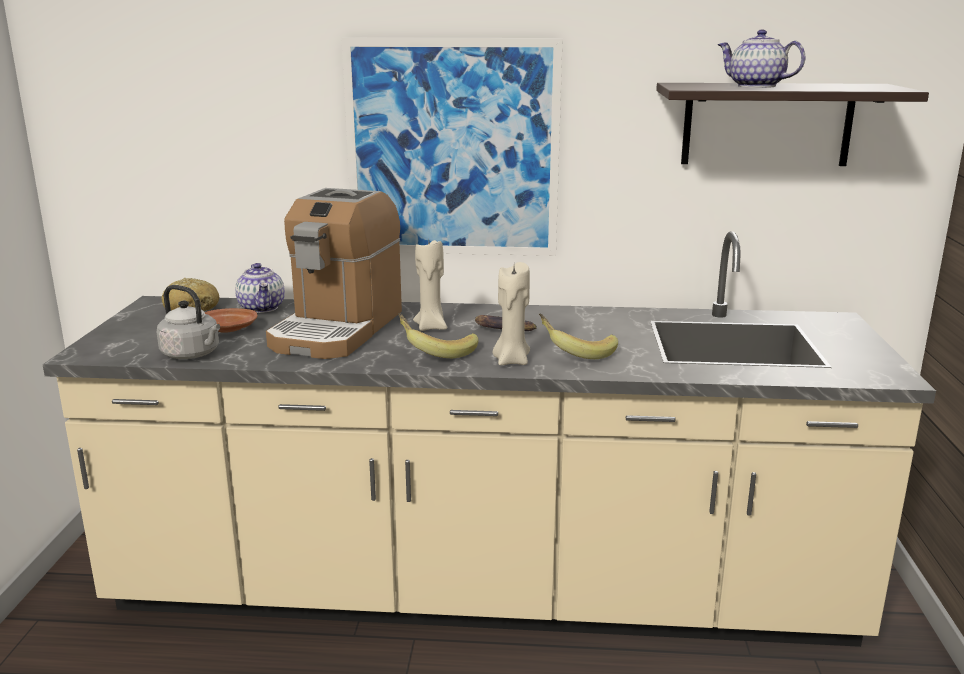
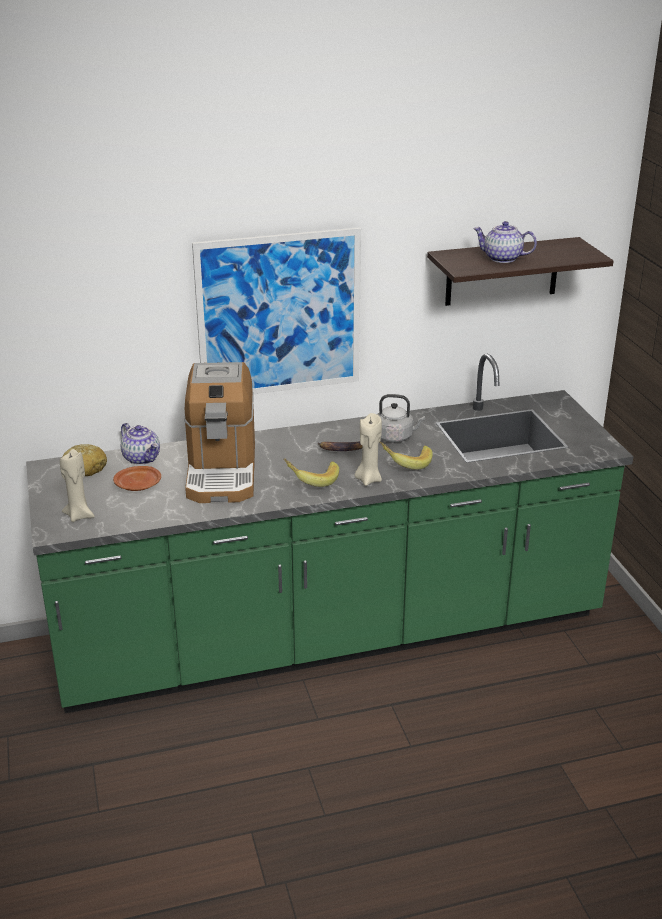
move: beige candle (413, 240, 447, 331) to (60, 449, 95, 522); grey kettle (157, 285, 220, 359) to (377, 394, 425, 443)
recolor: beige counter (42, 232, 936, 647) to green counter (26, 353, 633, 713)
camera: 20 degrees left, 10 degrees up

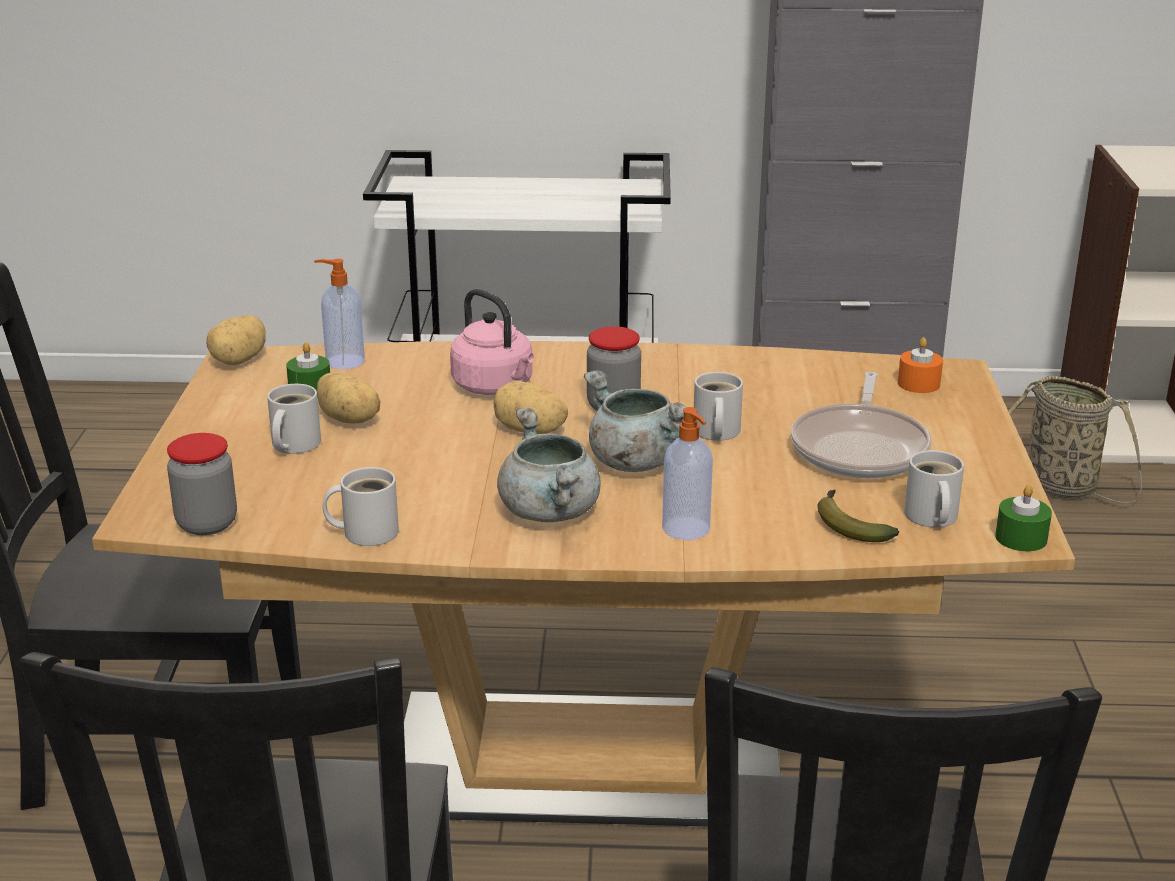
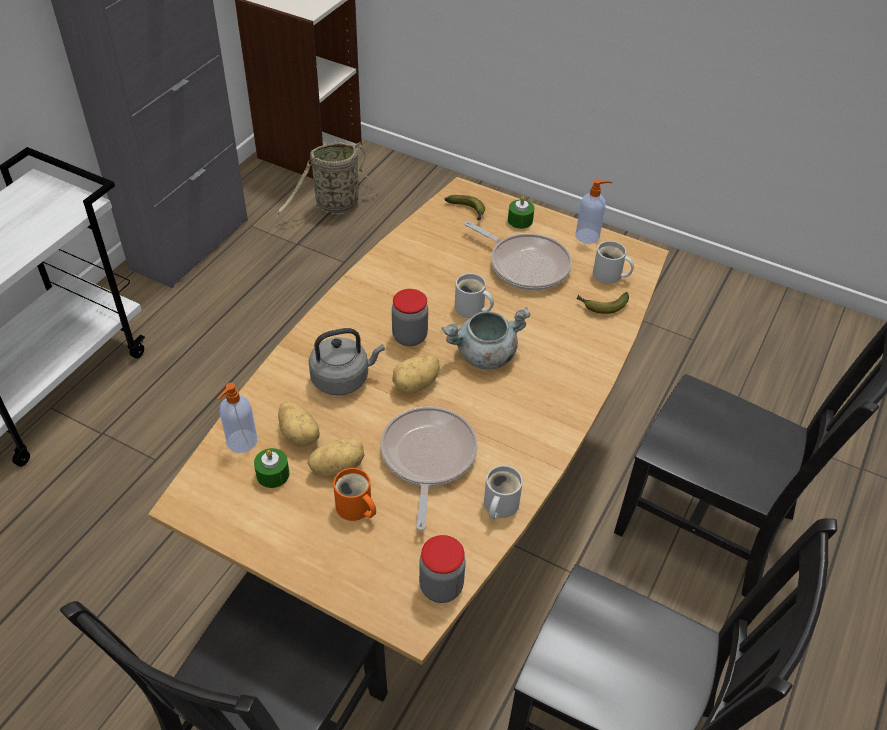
delete: grey cooking pot (497, 408, 601, 522)
insert: frying pan (381, 406, 478, 531)
move: potato (206, 315, 266, 365) to (278, 401, 320, 446); soap dispenser (662, 407, 713, 540) to (575, 179, 612, 244); green candle (995, 485, 1052, 552) to (508, 196, 534, 229)
replace: orange candle (898, 337, 943, 393) to banana (445, 195, 485, 220)
recolor: pink kettle (450, 289, 534, 395) to grey kettle (309, 328, 385, 395); white mug (267, 384, 321, 454) to orange mug (333, 468, 376, 521)
camera: 65 degrees left, 20 degrees up

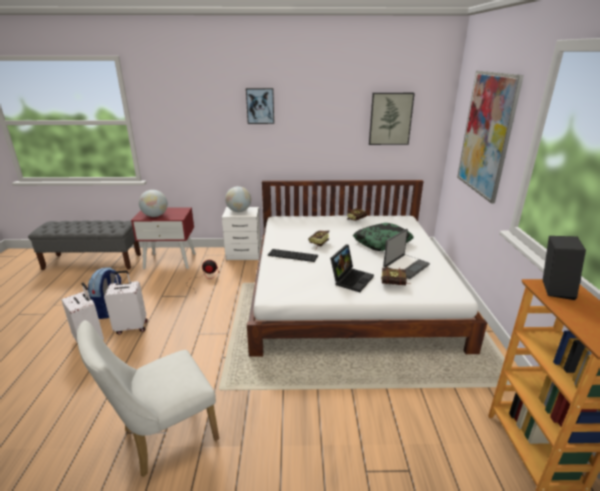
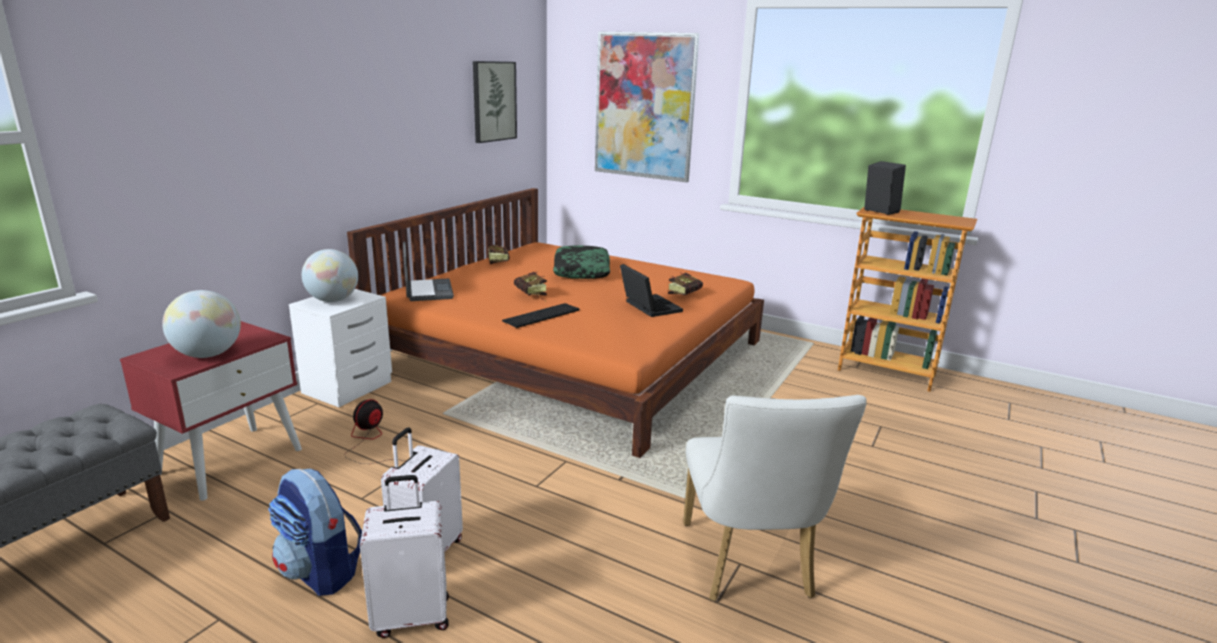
delete: picture (246, 88, 274, 124)
move: laptop (383, 229, 430, 279) to (403, 242, 454, 301)
recolor: white bed (247, 180, 487, 357) to orange bed (347, 188, 764, 458)
camera: 60 degrees left, 5 degrees down

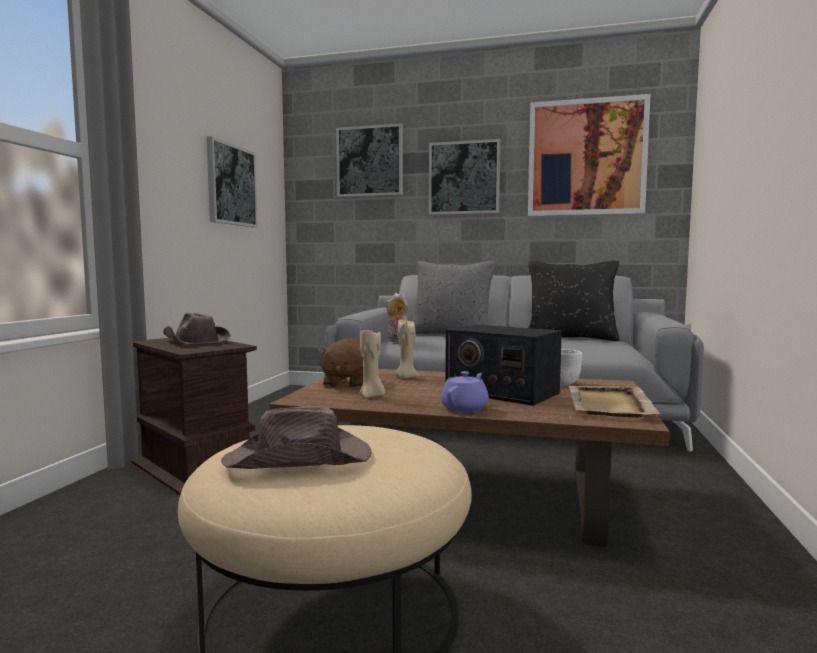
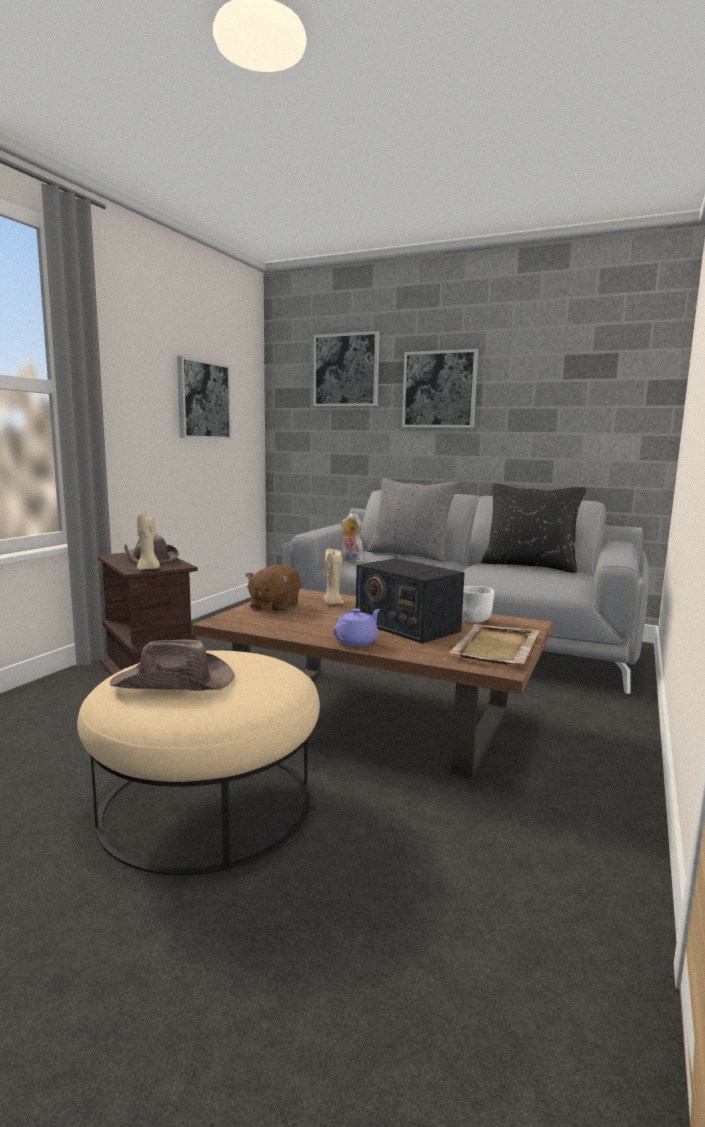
delete: picture (528, 94, 651, 216)
move: beige candle (359, 327, 385, 398) to (137, 514, 160, 570)
camera: 10 degrees right, 5 degrees up

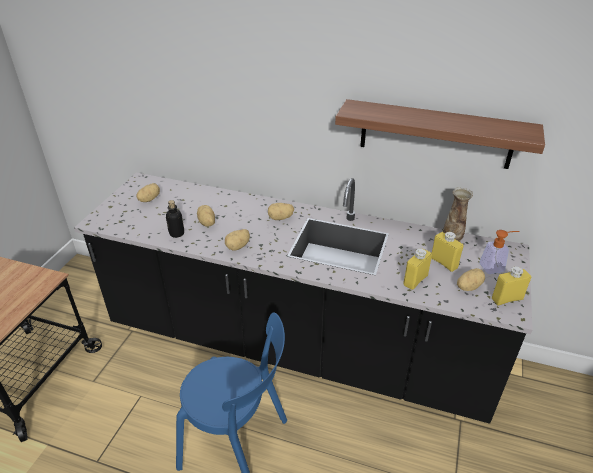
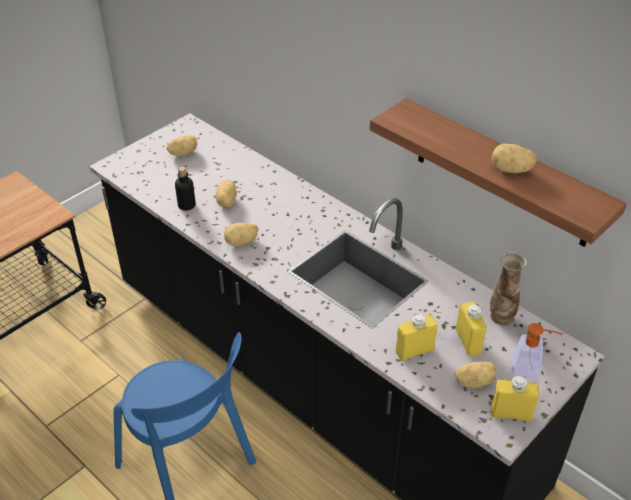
move: potato (268, 203, 294, 220) to (491, 144, 537, 173)
camera: 25 degrees right, 5 degrees up

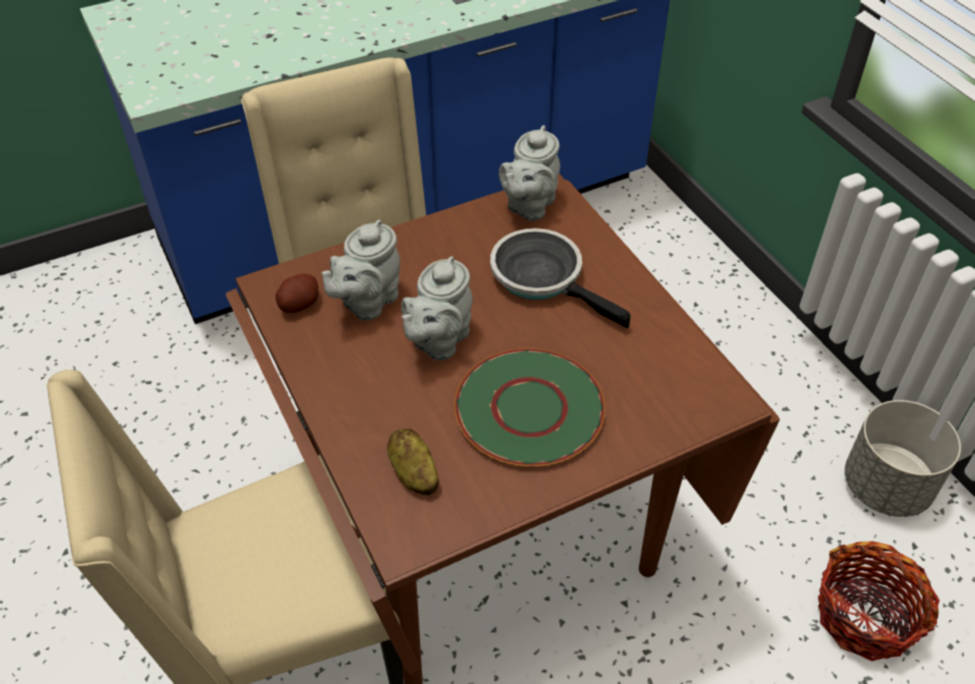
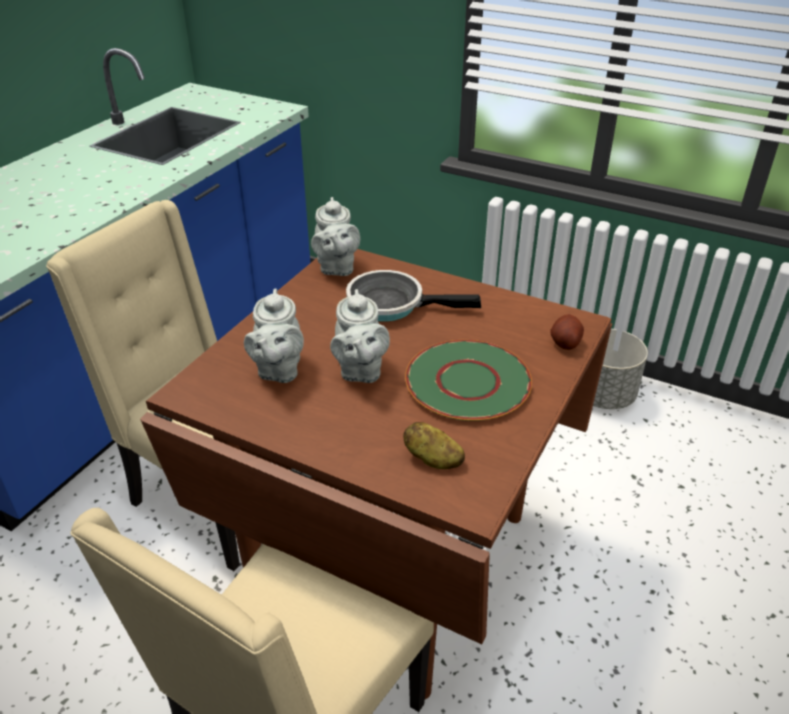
delete: basket (818, 541, 940, 661)
move: potato (276, 274, 318, 313) to (551, 314, 584, 350)
camera: 35 degrees left, 10 degrees down

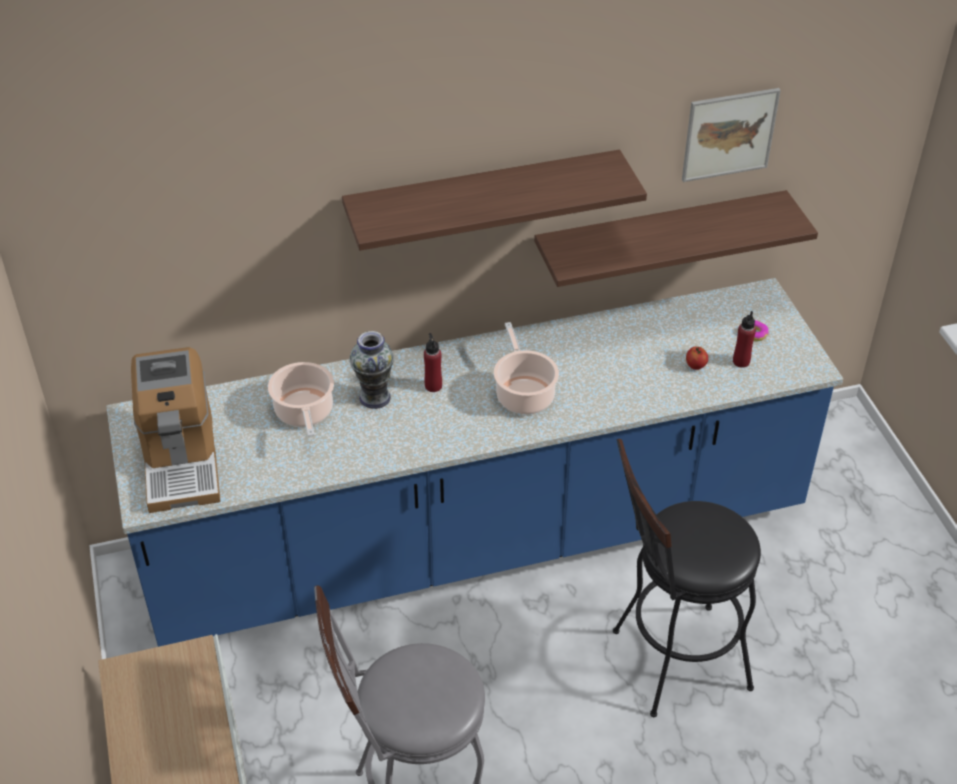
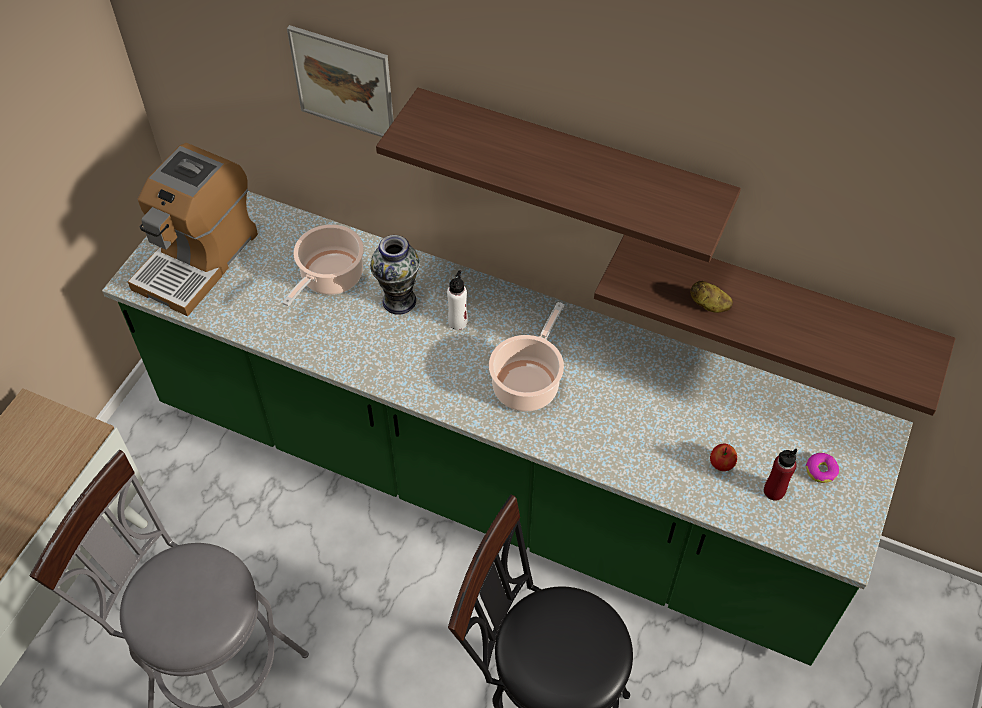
insert: potato (690, 281, 733, 313)
move: picture (682, 88, 781, 182) to (287, 25, 394, 137)
recolor: blue counter (106, 278, 843, 647) to green counter (102, 191, 913, 666); red bottle (424, 333, 442, 392) to white bottle (447, 270, 468, 330)
camera: 40 degrees right, 10 degrees up

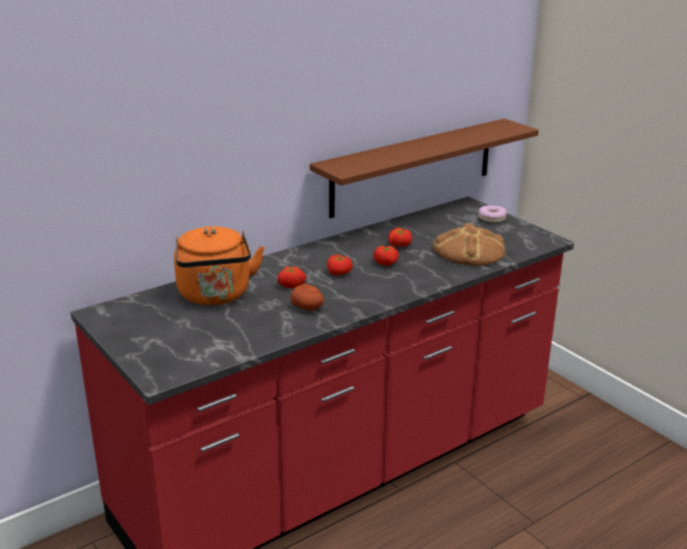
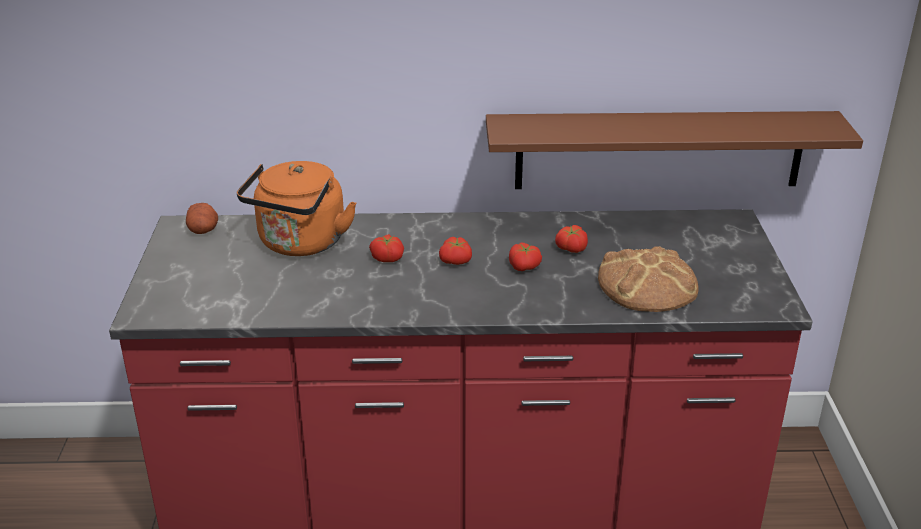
delete: donut (478, 205, 507, 223)
move: potato (290, 284, 324, 311) to (186, 203, 218, 234)
camera: 35 degrees right, 5 degrees up

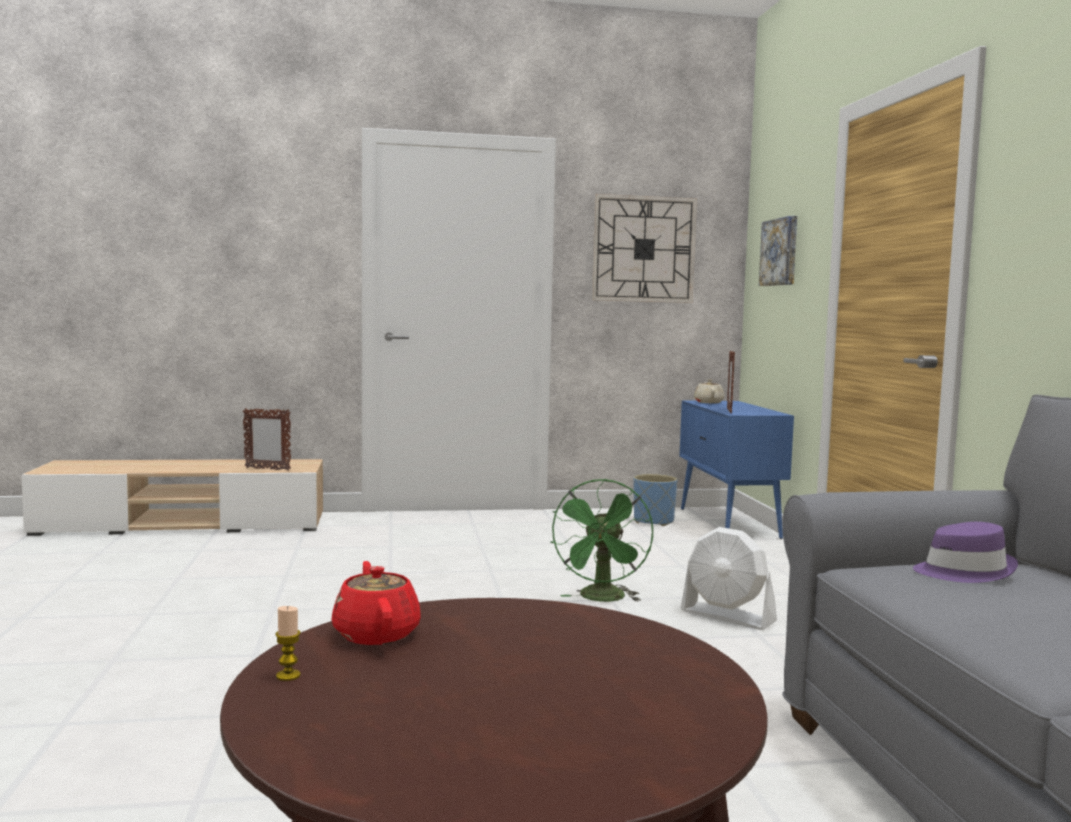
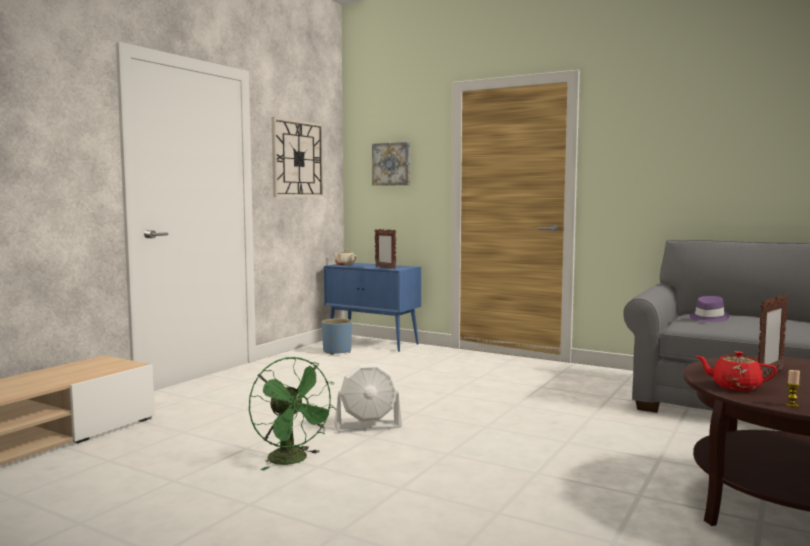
move: picture frame (243, 408, 291, 471) to (758, 294, 788, 377); green fan (550, 479, 653, 602) to (249, 357, 337, 470); white fan (681, 527, 777, 630) to (334, 363, 402, 433)
camera: 50 degrees left, 0 degrees up

